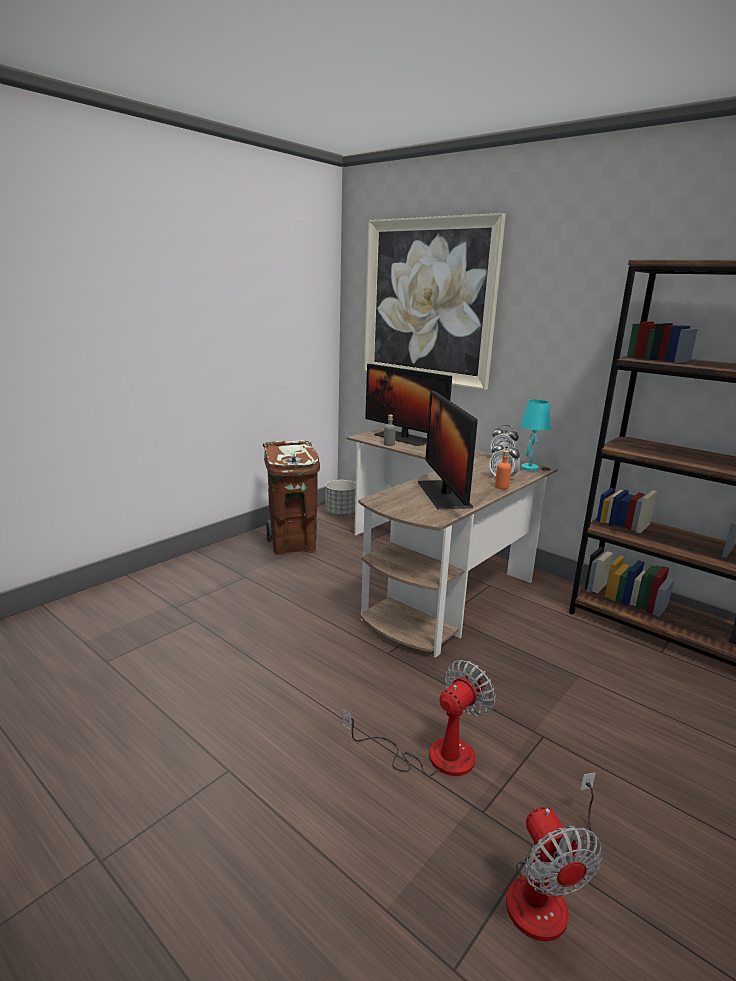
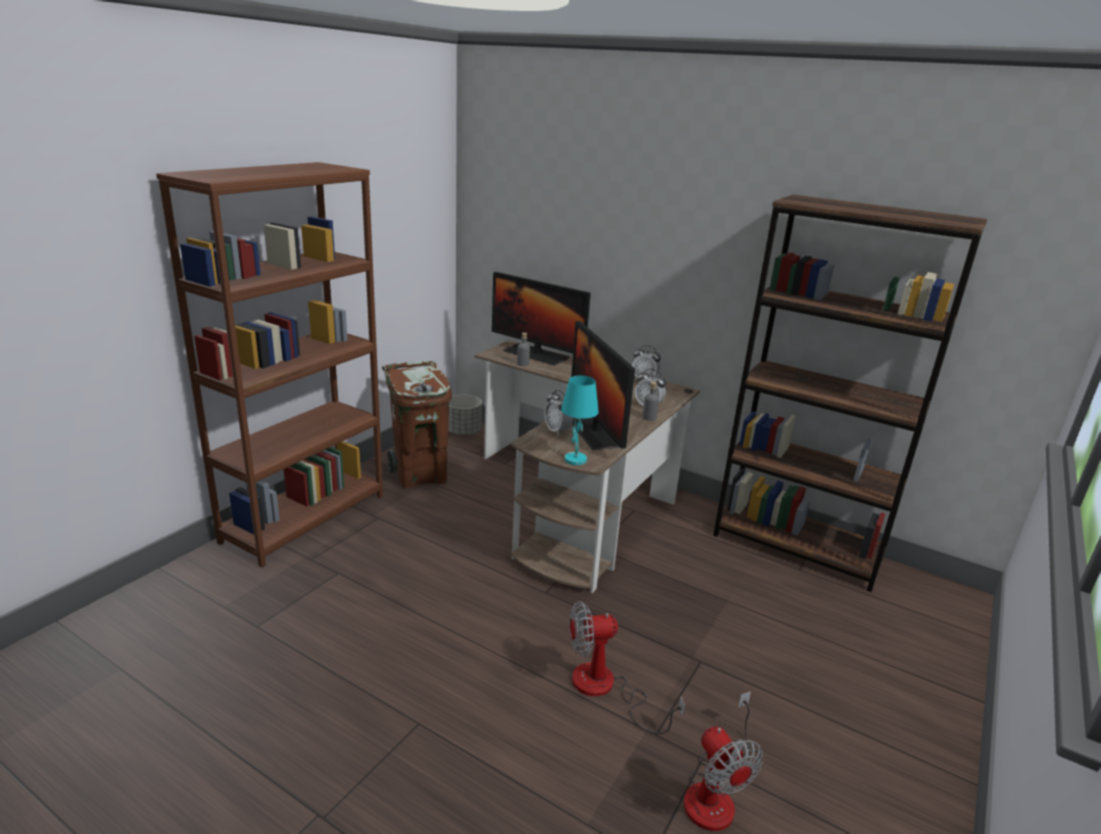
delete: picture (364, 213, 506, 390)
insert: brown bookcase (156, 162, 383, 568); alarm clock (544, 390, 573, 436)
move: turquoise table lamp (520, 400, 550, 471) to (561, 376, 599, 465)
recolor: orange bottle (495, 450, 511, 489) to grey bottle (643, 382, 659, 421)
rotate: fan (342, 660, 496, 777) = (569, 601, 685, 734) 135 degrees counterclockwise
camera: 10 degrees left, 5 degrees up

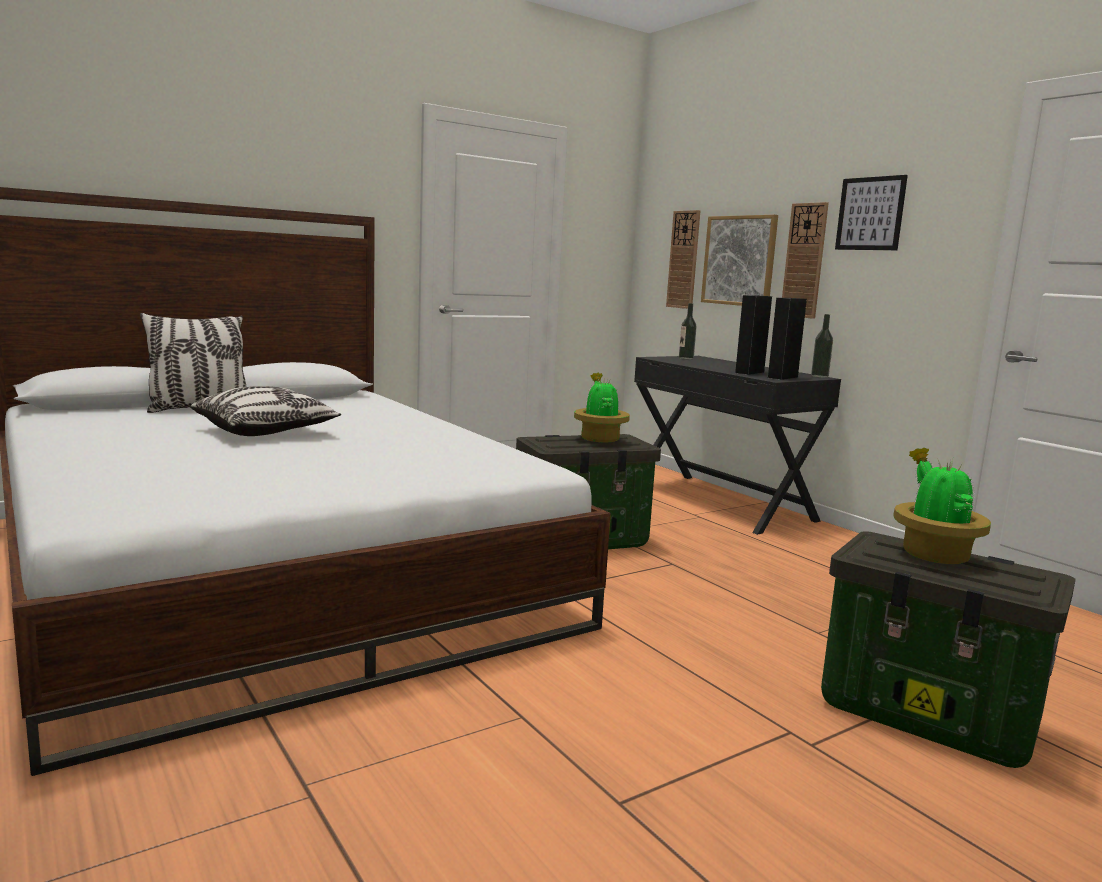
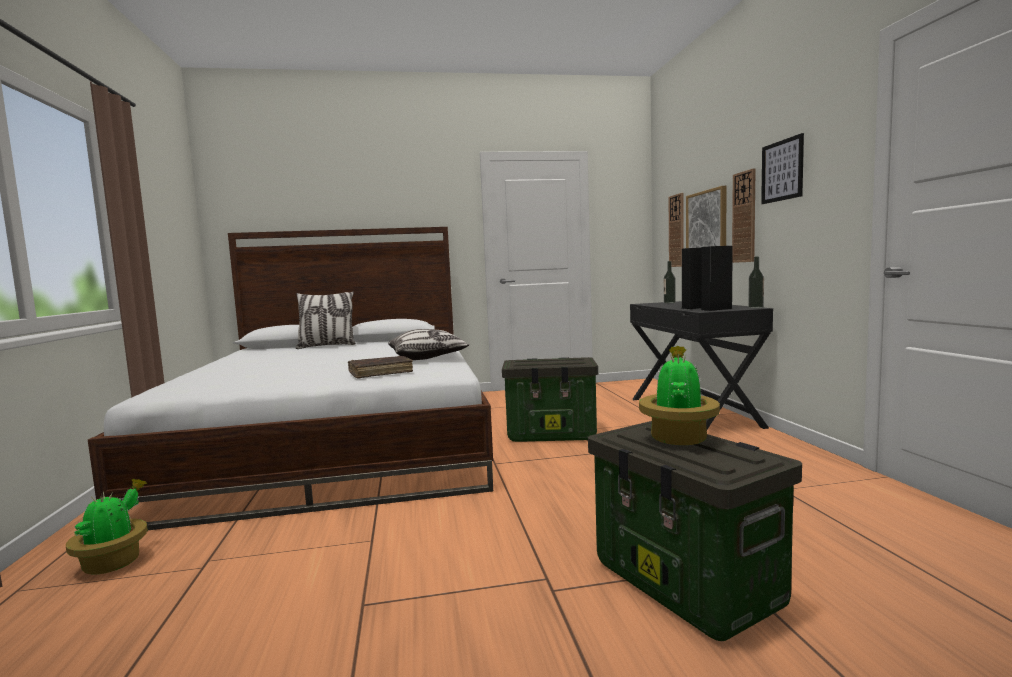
insert: brown book (348, 356, 413, 378)
move: potted plant (574, 373, 630, 442) to (66, 479, 148, 575); pillow (190, 386, 341, 436) to (388, 329, 469, 360)
camera: 25 degrees right, 5 degrees down

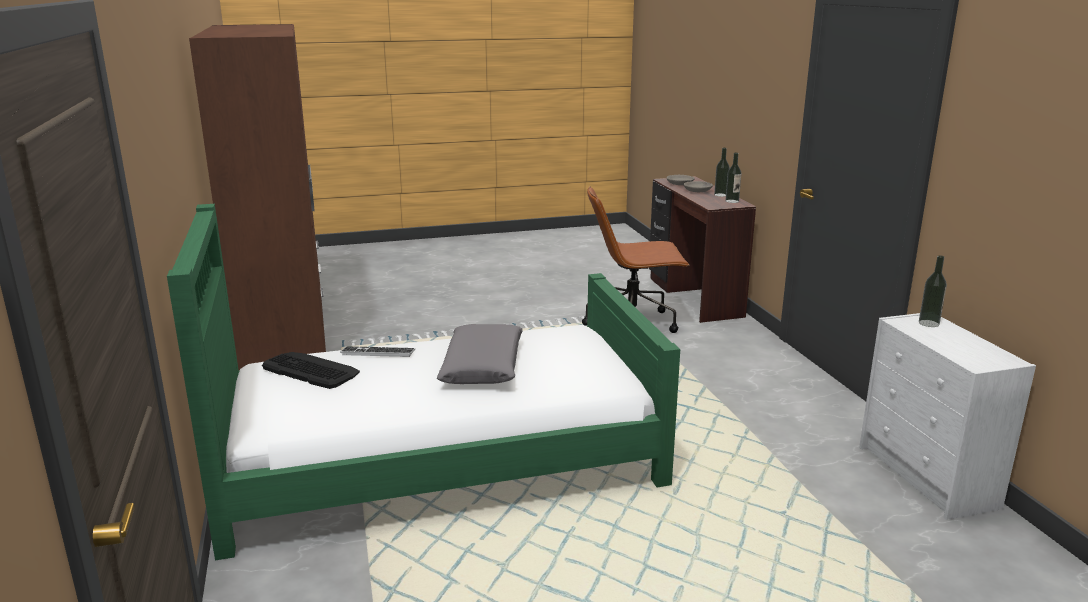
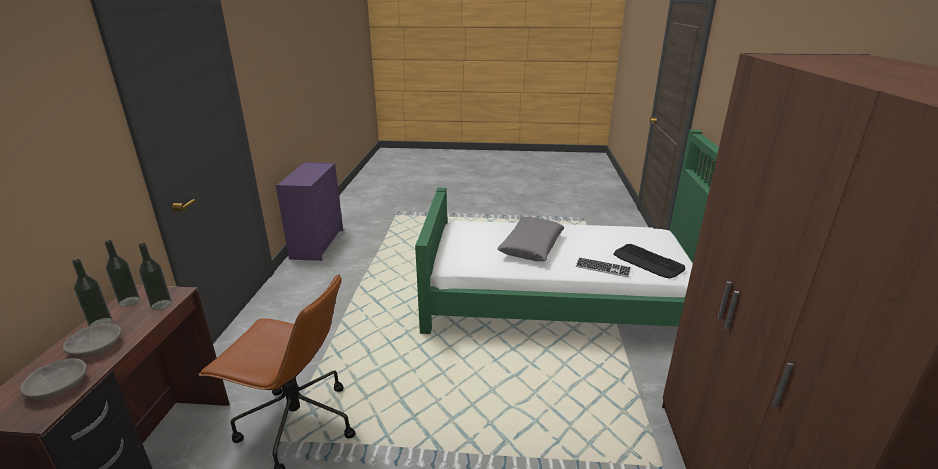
move: bottle (919, 255, 947, 327) to (138, 243, 172, 310)
recolor: white dresser (859, 313, 1036, 520) to purple dresser (276, 162, 343, 261)
camera: 160 degrees left, 5 degrees up

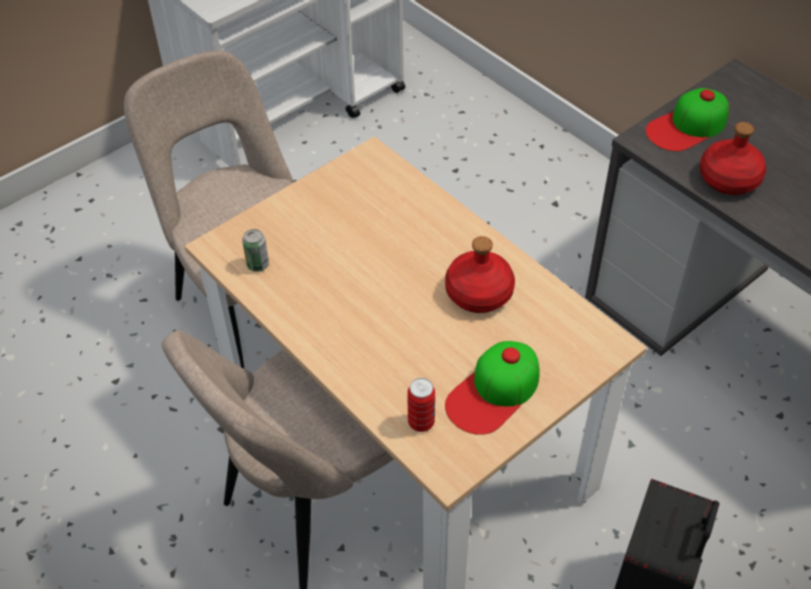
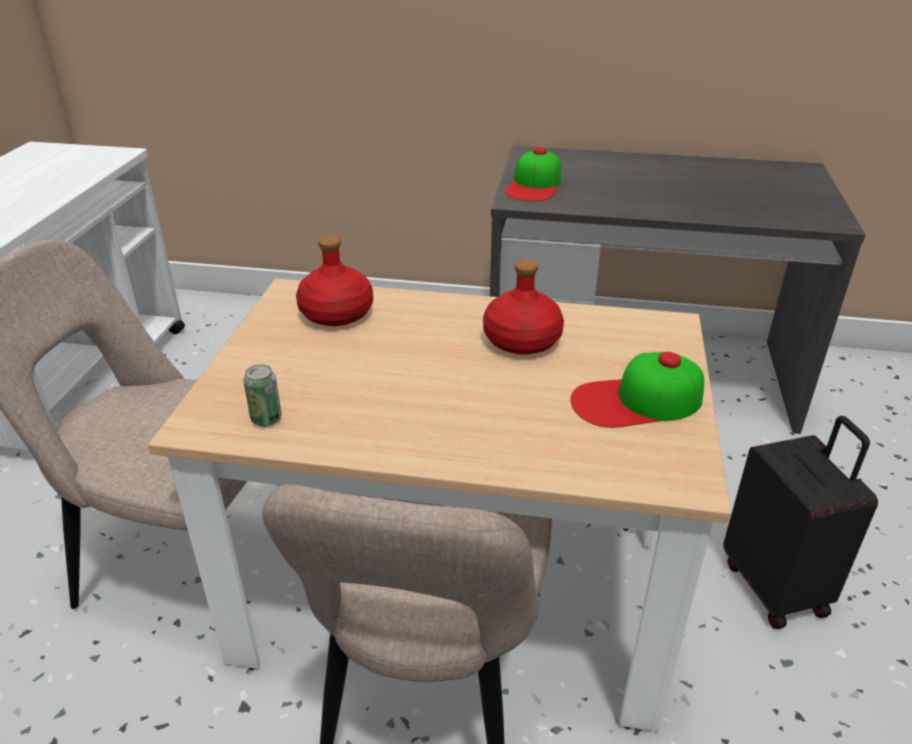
delete: can (407, 378, 435, 432)
move: red bottle (700, 122, 766, 195) to (296, 235, 373, 326)
rotate: cap (445, 341, 540, 435) = (570, 352, 704, 428) 75 degrees clockwise
camera: 40 degrees left, 15 degrees down

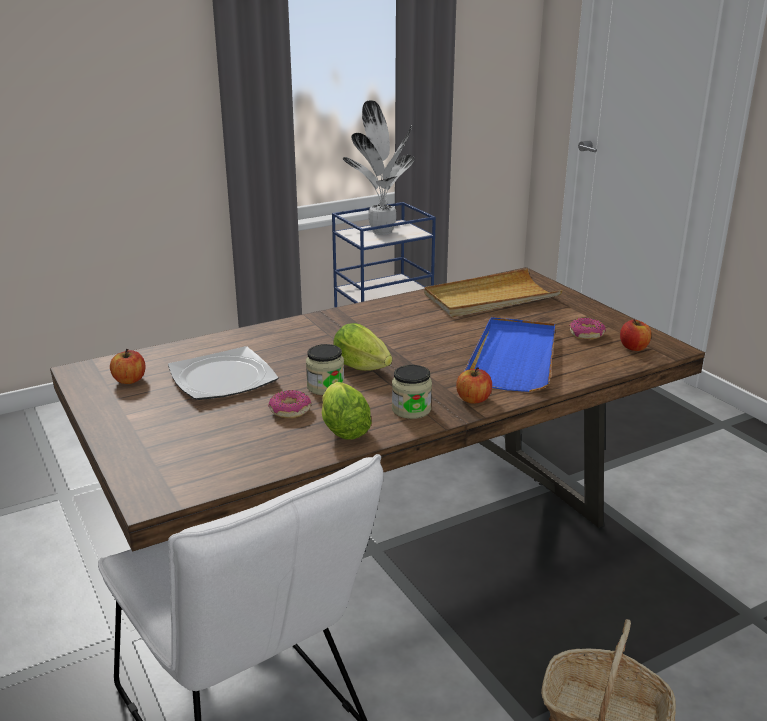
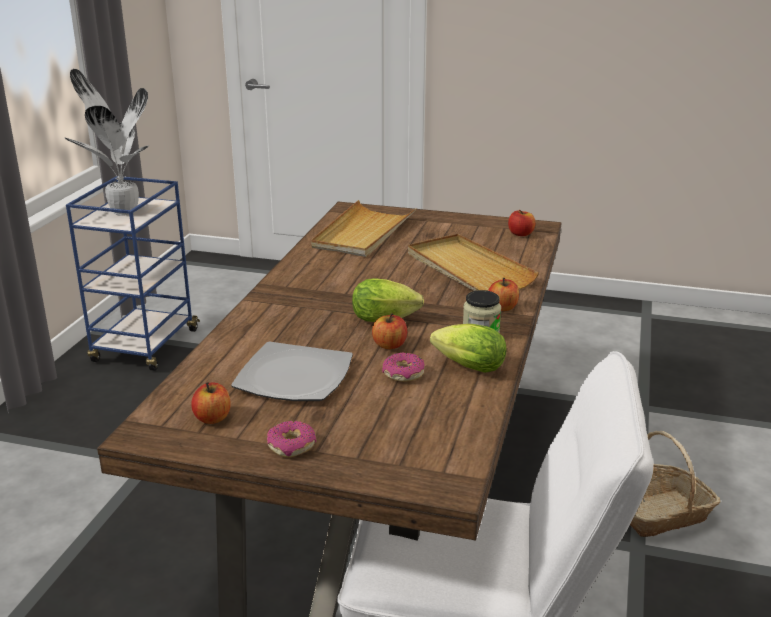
move: donut (569, 318, 606, 340) to (267, 421, 316, 458)
replace: jar (306, 344, 344, 395) to apple (372, 314, 407, 349)
recolor: blue tray (464, 317, 555, 392) to beige tray (408, 234, 539, 291)
camera: 45 degrees left, 0 degrees up

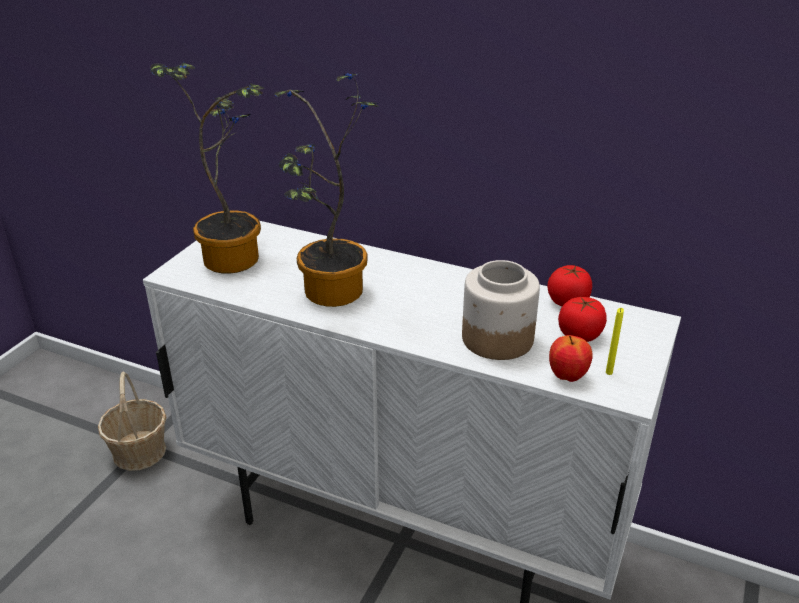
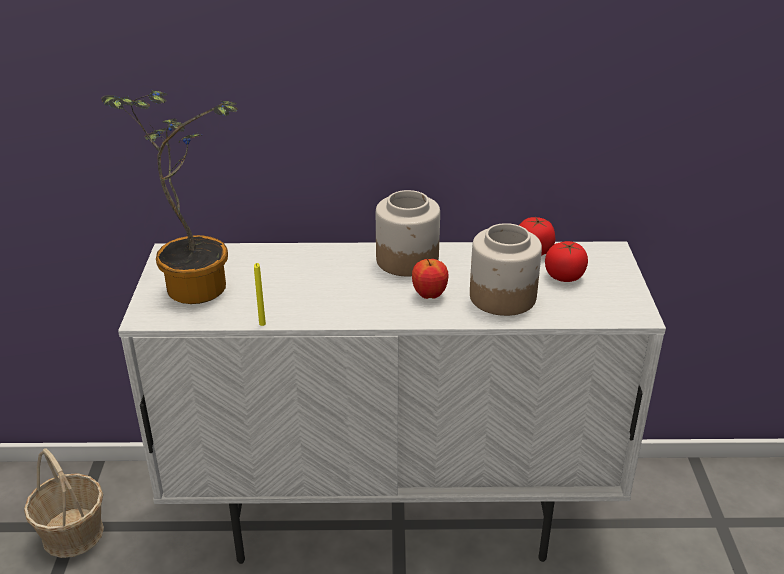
delete: potted plant (275, 73, 379, 307)
insert: jar (376, 190, 440, 276)
move: yellow candle (606, 308, 624, 375) to (254, 263, 266, 326); apple (549, 335, 593, 382) to (412, 259, 449, 299)
camera: 25 degrees left, 0 degrees up

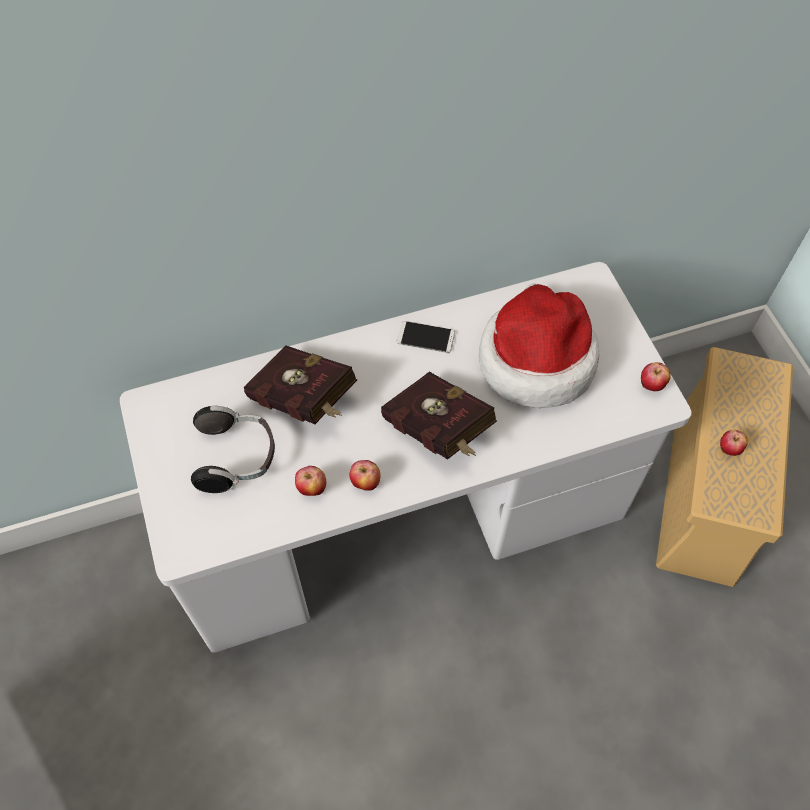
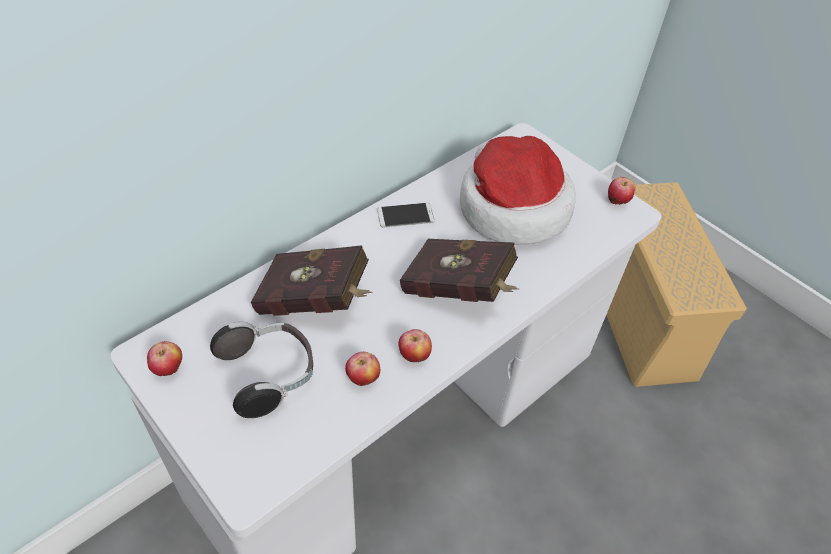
move: apple (720, 430, 748, 456) to (147, 341, 182, 376)
camera: 25 degrees left, 10 degrees down

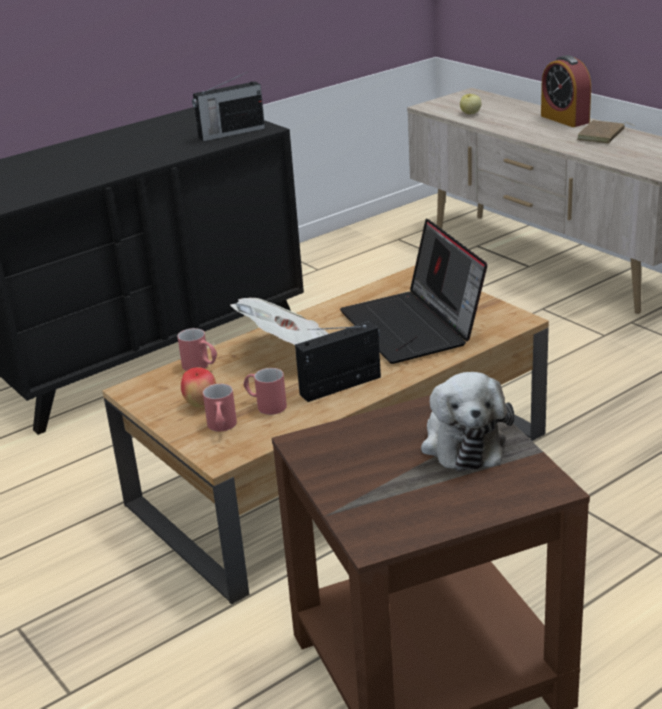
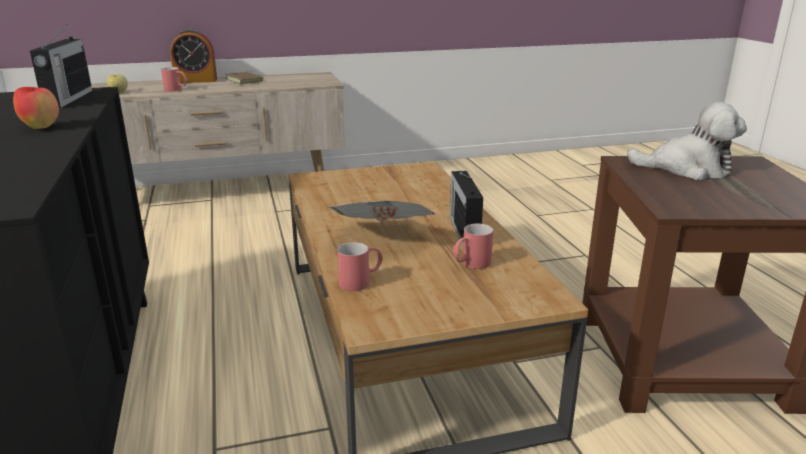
delete: laptop (340, 218, 488, 364)
move: apple (181, 367, 216, 407) to (13, 87, 59, 129); red mug (203, 384, 237, 431) to (161, 67, 187, 92)
camera: 70 degrees left, 5 degrees down

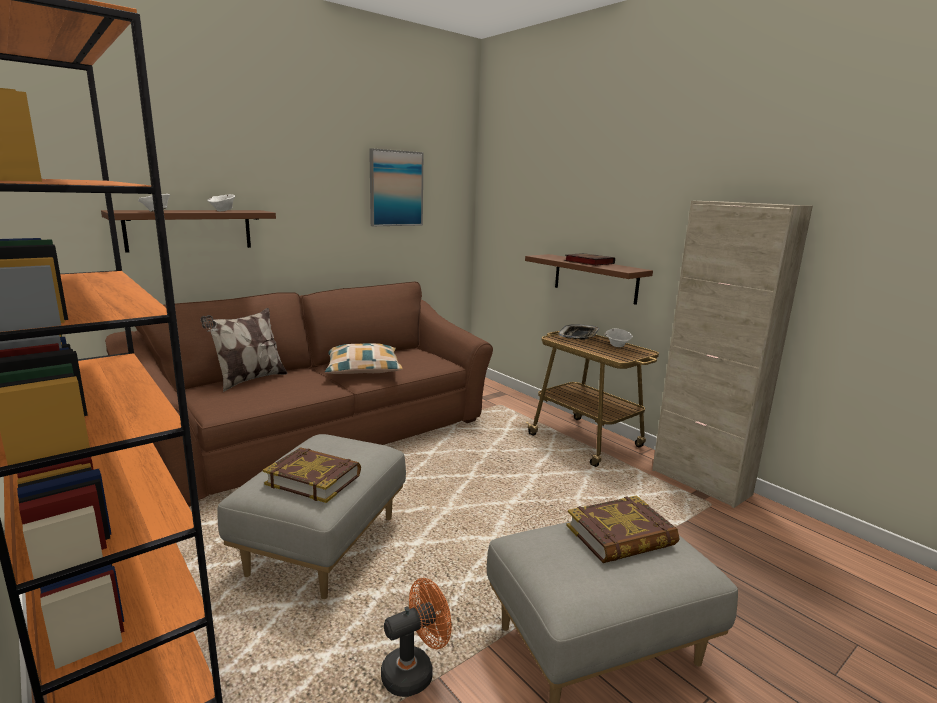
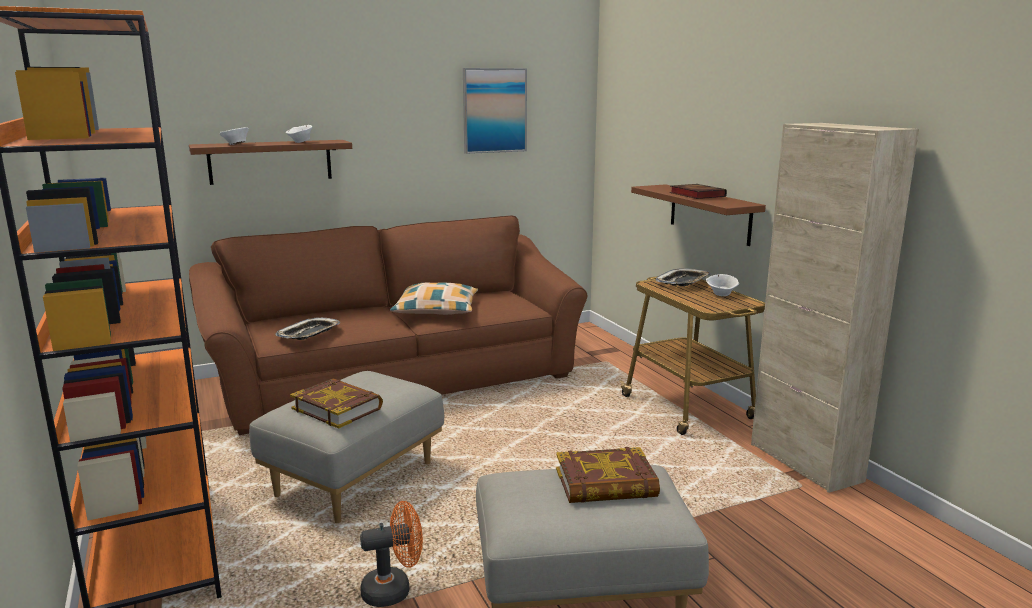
delete: pillow (200, 308, 288, 392)
insert: tray (275, 318, 340, 340)
camera: 15 degrees right, 0 degrees up

